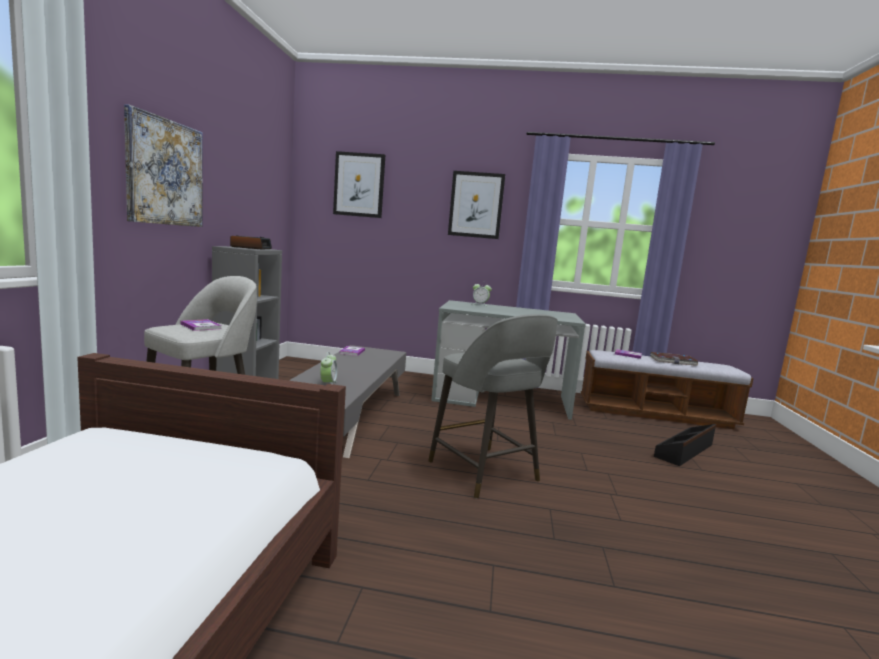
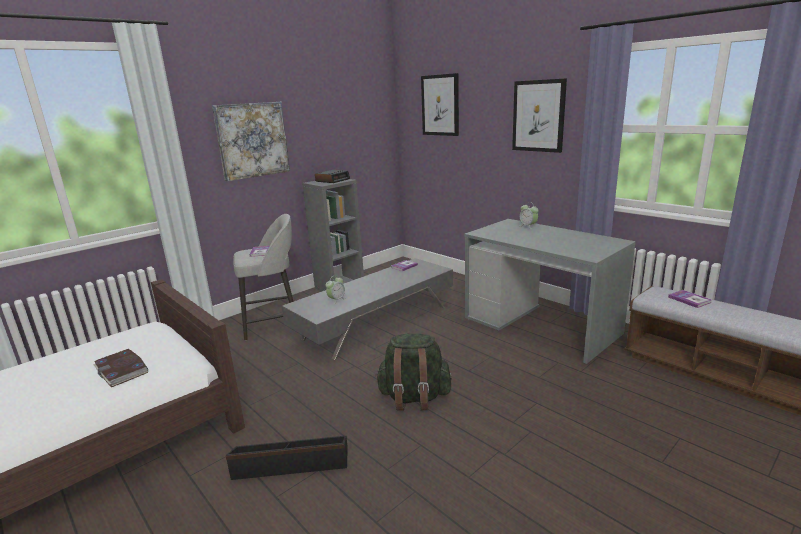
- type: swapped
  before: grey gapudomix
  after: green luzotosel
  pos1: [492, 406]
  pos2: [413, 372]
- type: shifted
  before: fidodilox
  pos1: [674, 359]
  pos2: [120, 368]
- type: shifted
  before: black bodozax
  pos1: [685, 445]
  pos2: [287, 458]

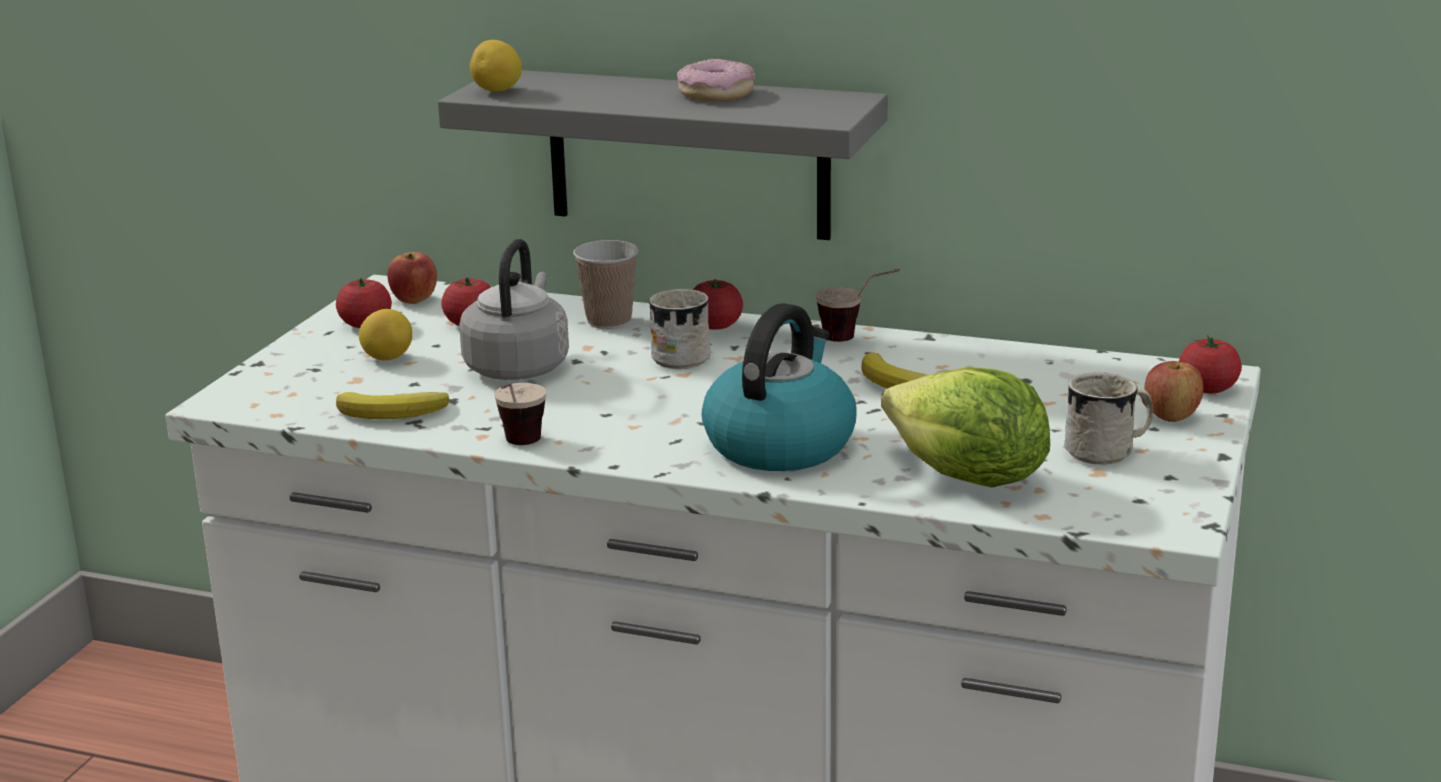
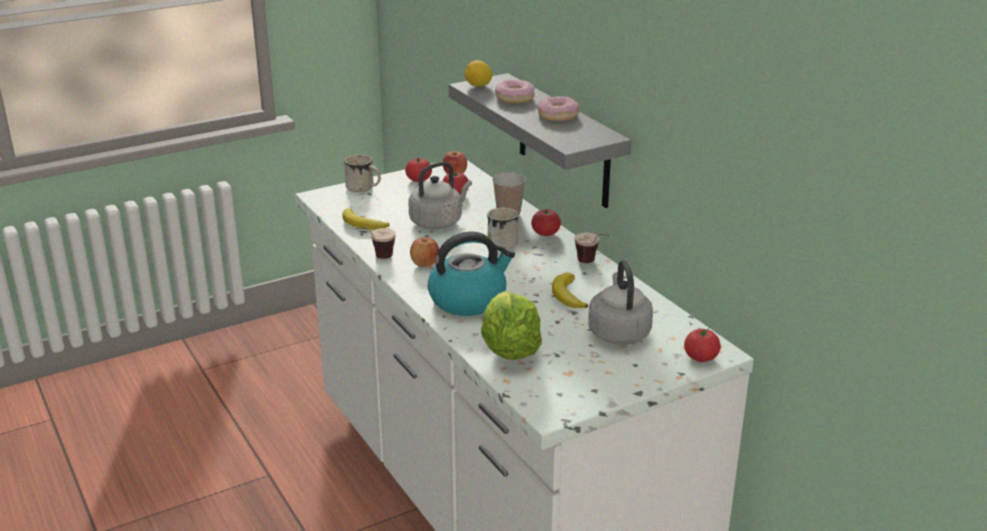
- type: gone
  before: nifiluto
  pos1: [385, 334]
- type: shifted
  before: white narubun
  pos1: [1108, 418]
  pos2: [362, 173]
- type: shifted
  before: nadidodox
  pos1: [1174, 391]
  pos2: [424, 252]
- type: new
  after: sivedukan
  pos2: [515, 91]
- type: new
  after: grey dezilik
  pos2: [620, 302]

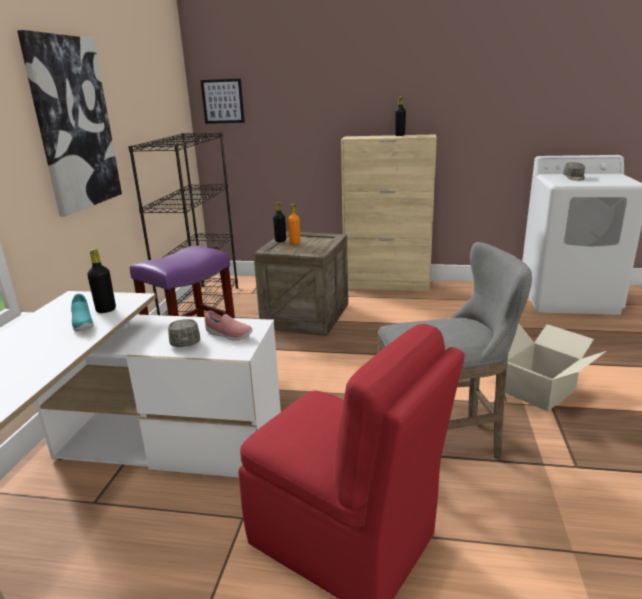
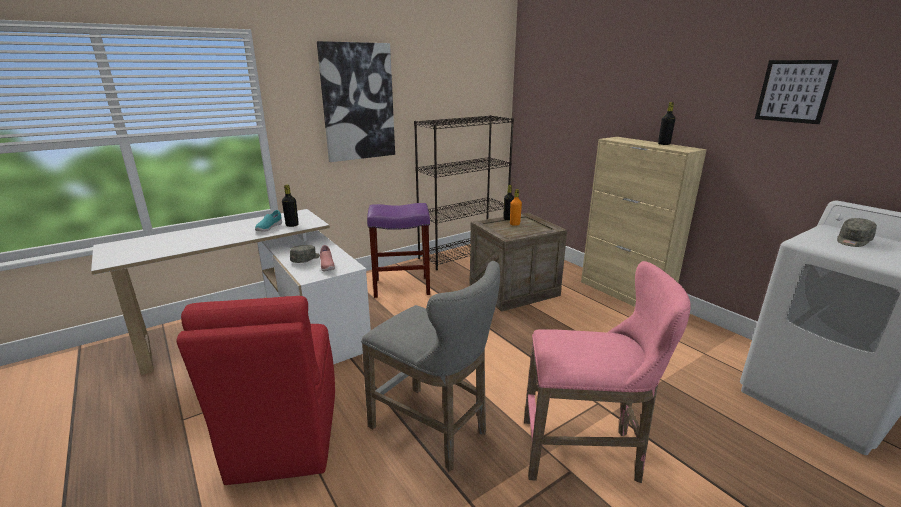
- type: shifted
  before: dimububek
  pos1: [222, 101]
  pos2: [797, 92]
- type: swapped
  before: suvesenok
  after: pink gapudomix
  pos1: [555, 367]
  pos2: [607, 372]

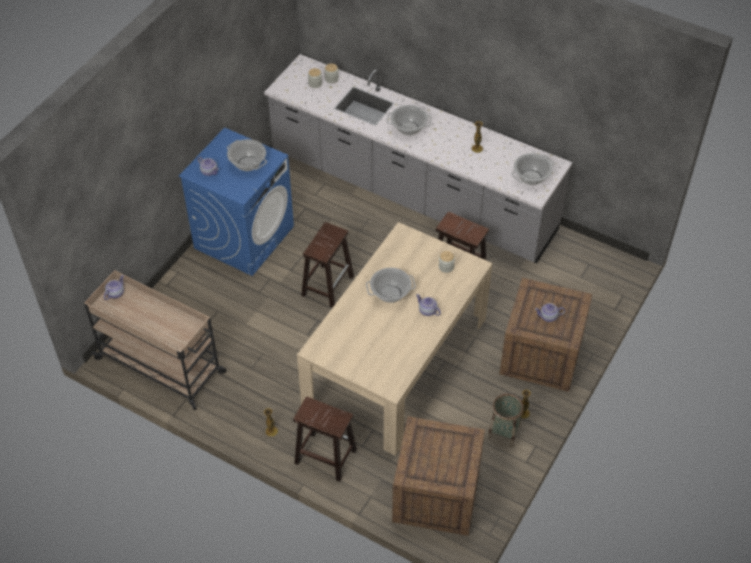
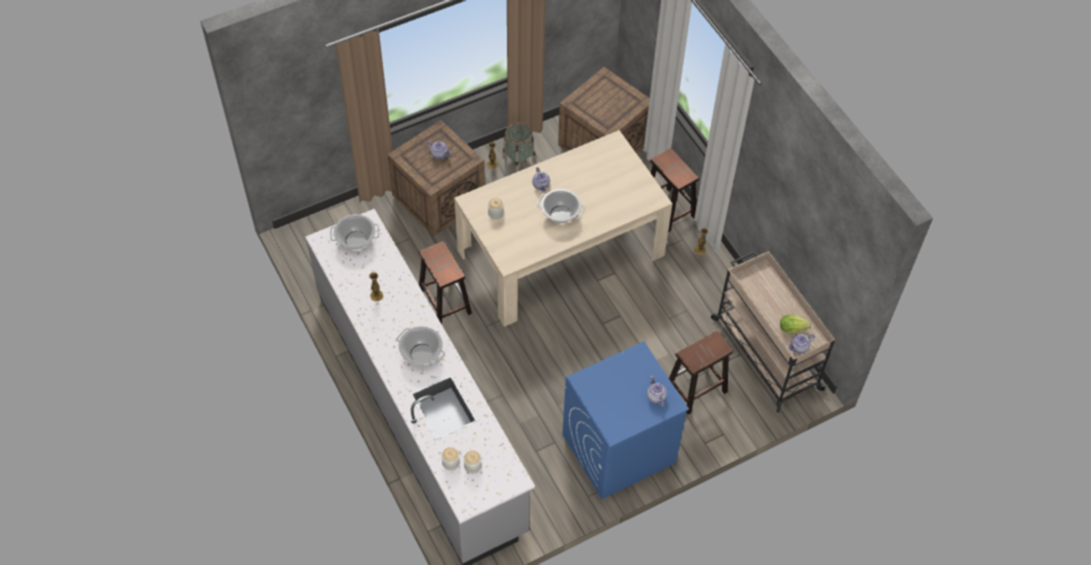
- type: gone
  before: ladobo
  pos1: [247, 155]
- type: shifted
  before: brown gapudomix
  pos1: [328, 265]
  pos2: [701, 373]
- type: new
  after: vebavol
  pos2: [795, 323]

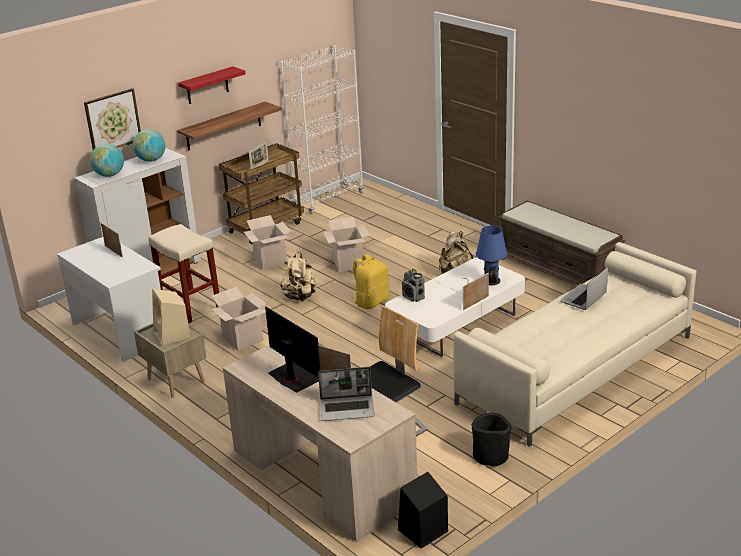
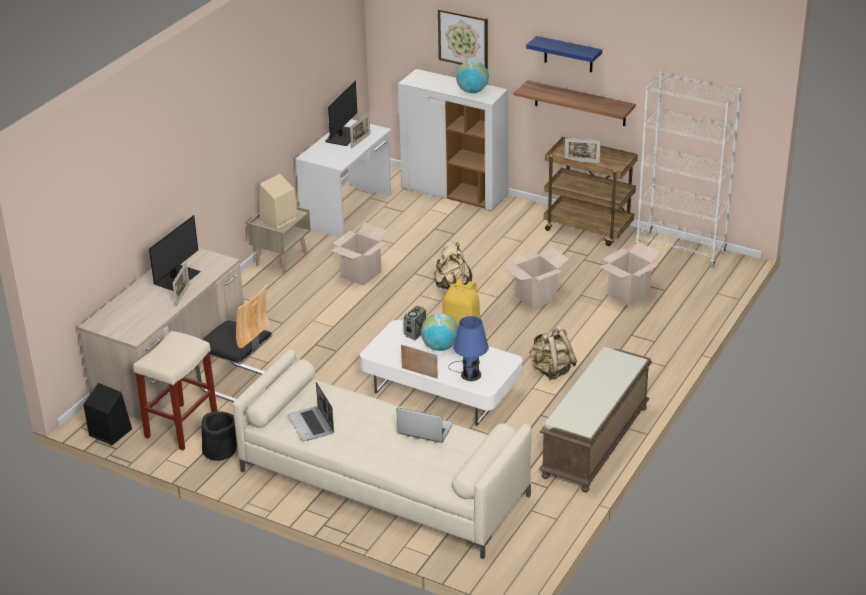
- type: shifted
  before: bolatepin
  pos1: [107, 160]
  pos2: [439, 332]
- type: shifted
  before: beige gapudomix
  pos1: [183, 273]
  pos2: [175, 390]
- type: repainted
  before: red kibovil
  after: blue kibovil
  pos1: [212, 85]
  pos2: [564, 54]
- type: shifted
  before: suvesenok
  pos1: [267, 242]
  pos2: [630, 273]
- type: shifted
  before: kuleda
  pos1: [346, 394]
  pos2: [311, 411]
- type: new
  after: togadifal
  pos2: [341, 113]

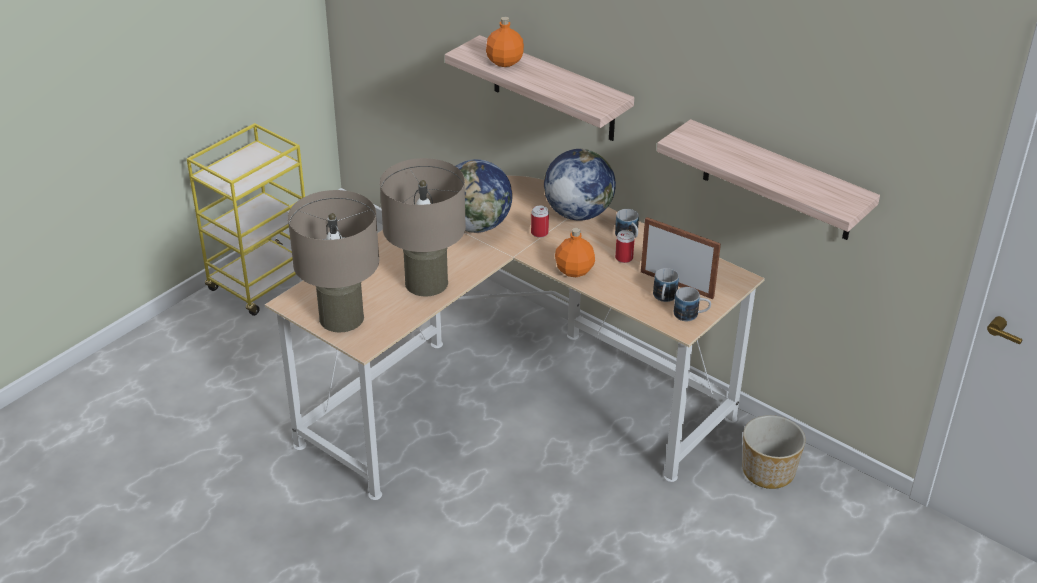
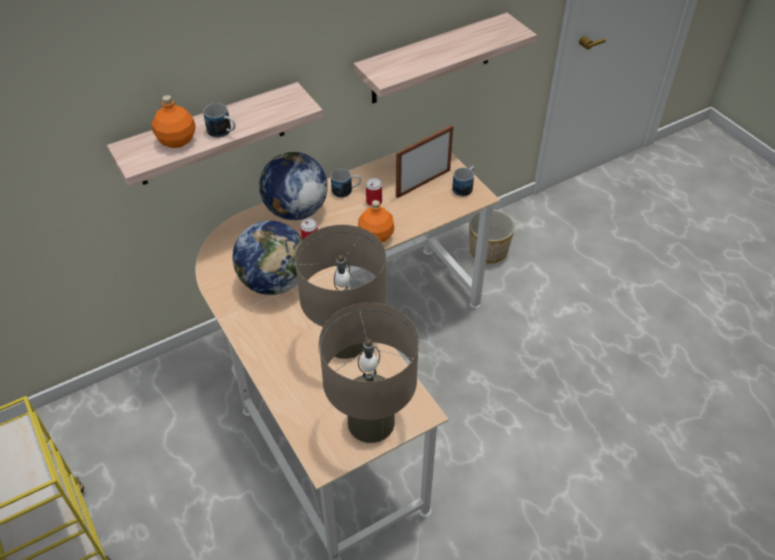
- type: shifted
  before: narubun
  pos1: [666, 285]
  pos2: [219, 120]

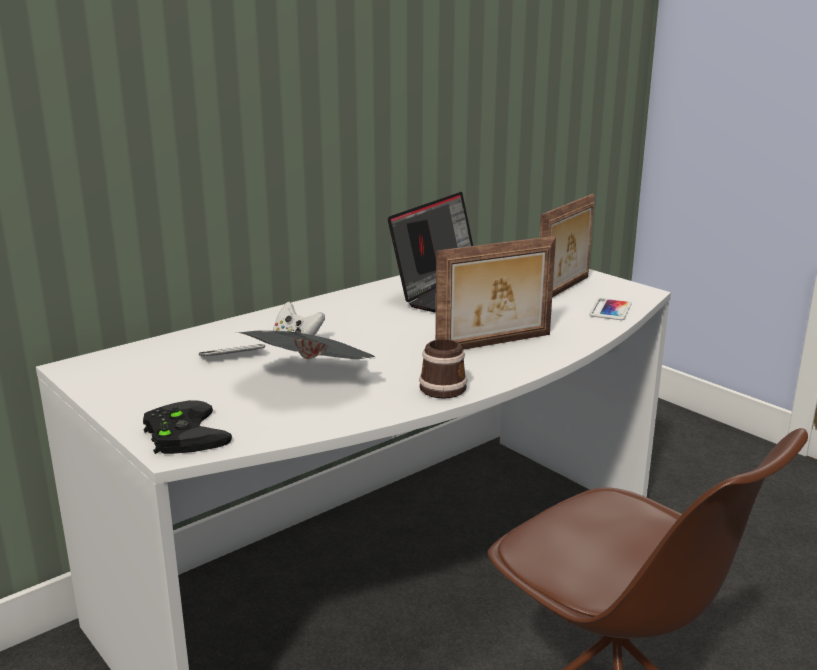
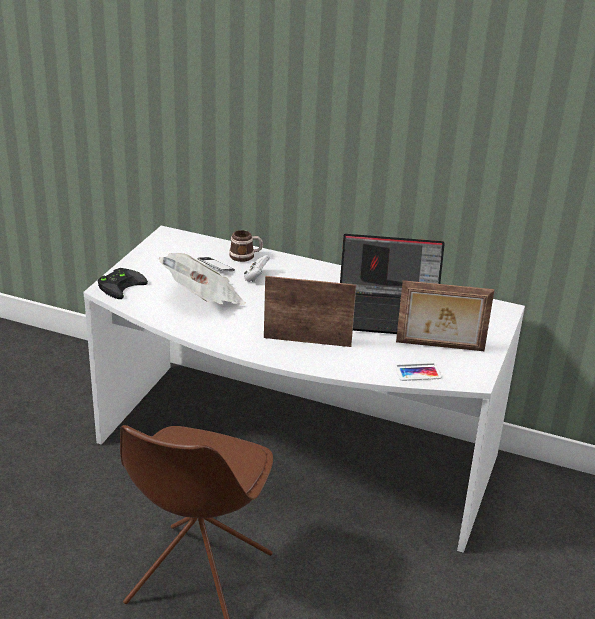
- type: shifted
  before: narubun
  pos1: [443, 369]
  pos2: [246, 246]
- type: rotated
  before: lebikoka
  pos1: [495, 293]
  pos2: [310, 311]
  turn: 150

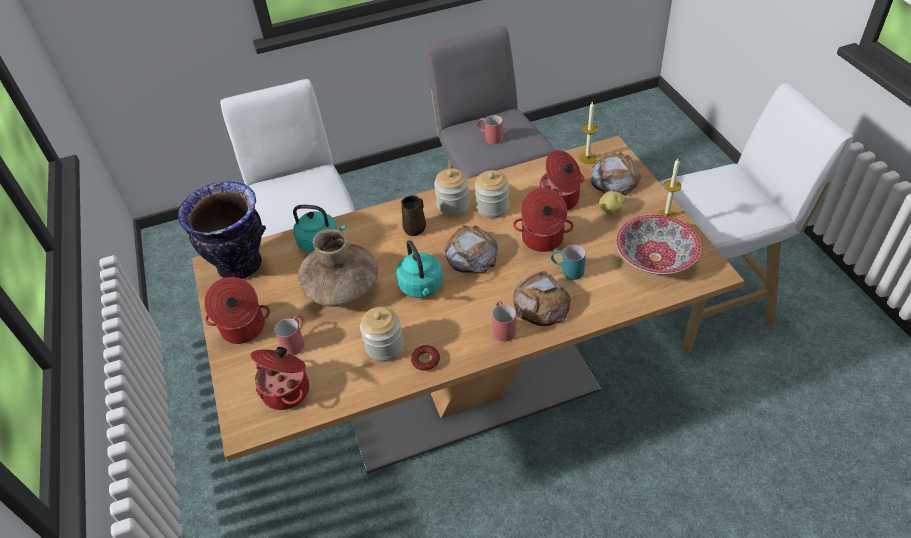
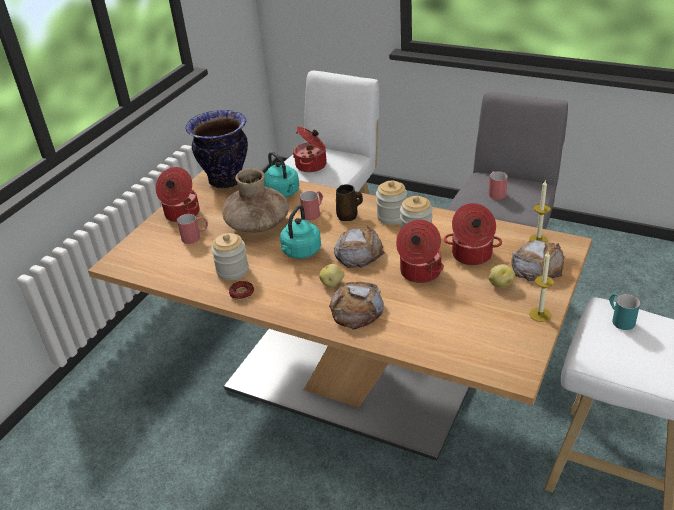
- type: shifted
  before: ladobo
  pos1: [280, 378]
  pos2: [310, 149]
- type: shifted
  before: red narubun
  pos1: [504, 321]
  pos2: [311, 205]
- type: shifted
  before: turquoise narubun
  pos1: [568, 262]
  pos2: [624, 311]
- type: gone
  before: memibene
  pos1: [658, 244]
- type: new
  after: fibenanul
  pos2: [331, 275]

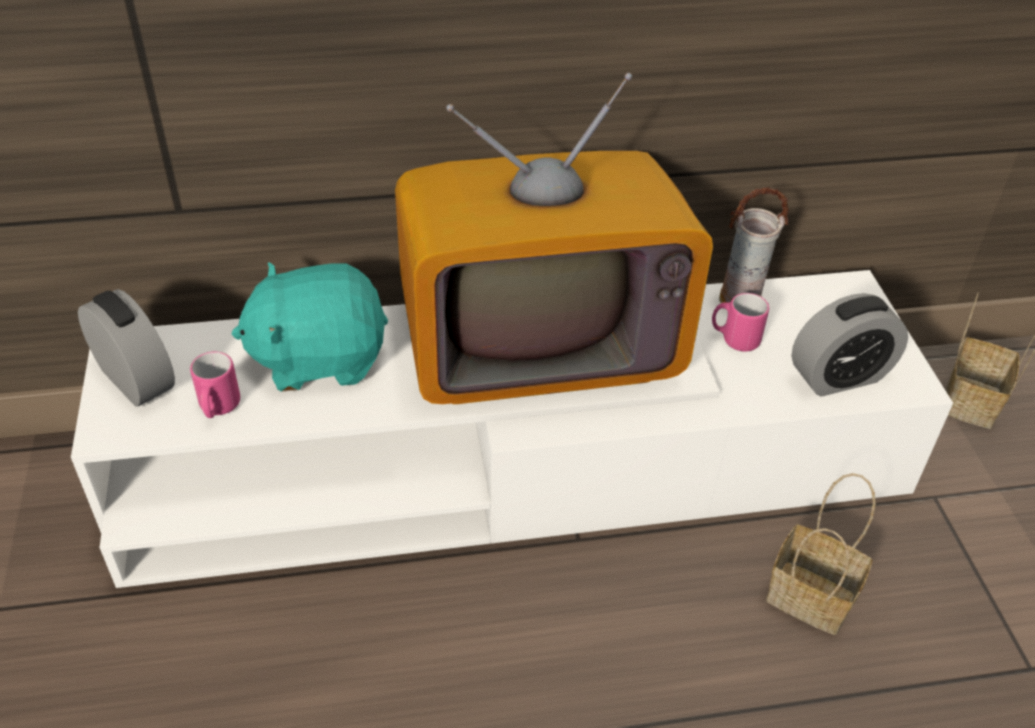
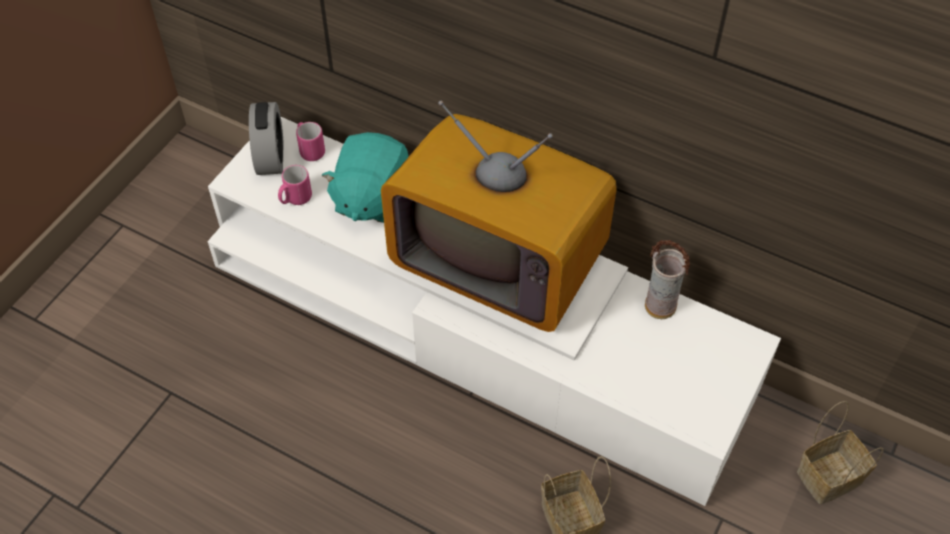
- type: rotated
  before: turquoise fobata
  pos1: [309, 327]
  pos2: [365, 177]
  turn: -105
- type: shifted
  before: pink narubun
  pos1: [740, 322]
  pos2: [310, 141]
- type: gone
  before: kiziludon
  pos1: [849, 345]

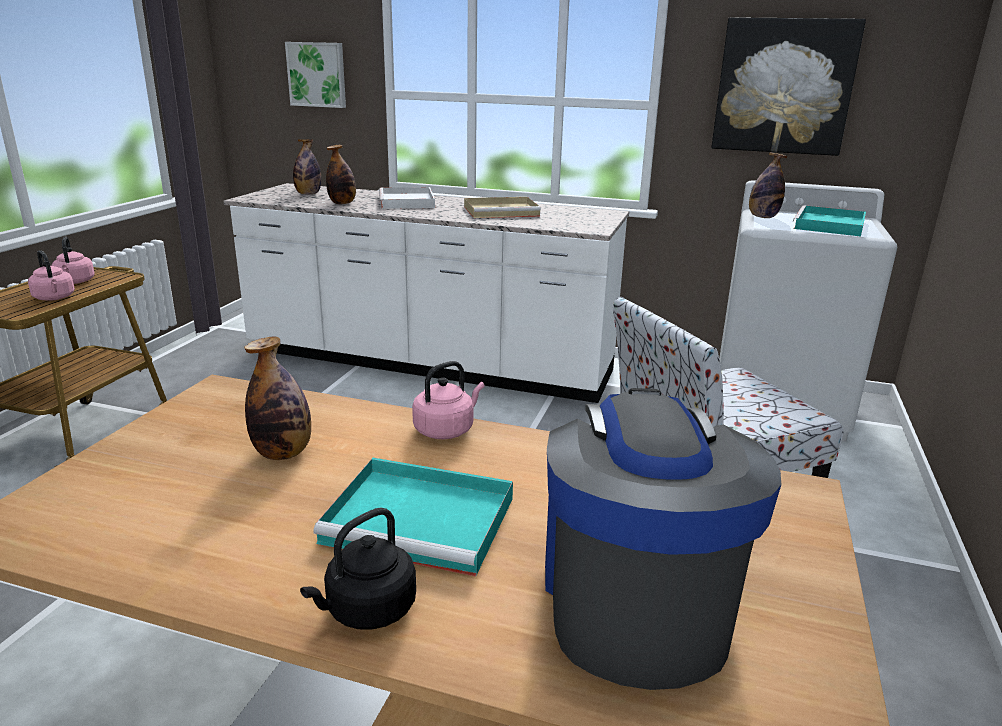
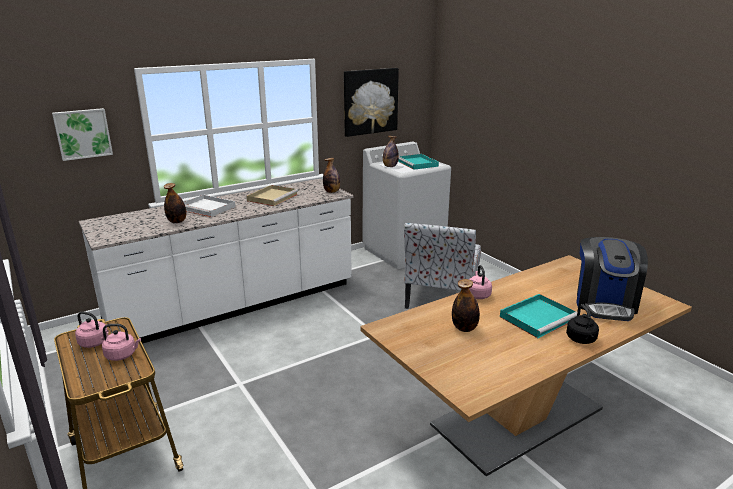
- type: shifted
  before: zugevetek
  pos1: [307, 167]
  pos2: [331, 175]
- type: rotated
  before: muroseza
  pos1: [663, 539]
  pos2: [612, 279]
  turn: -120

